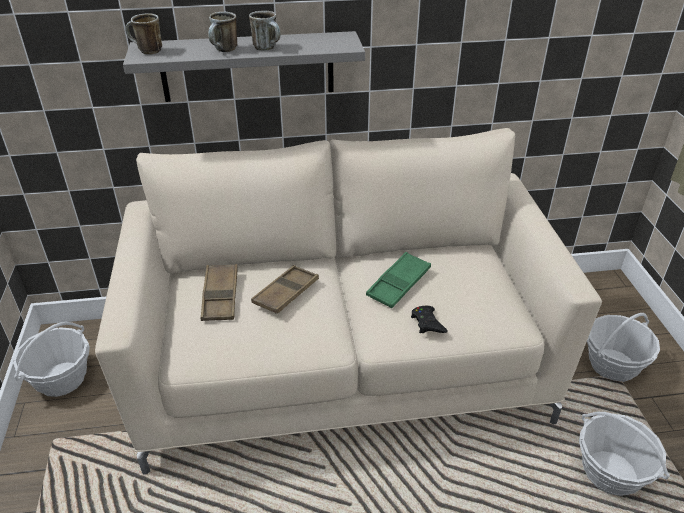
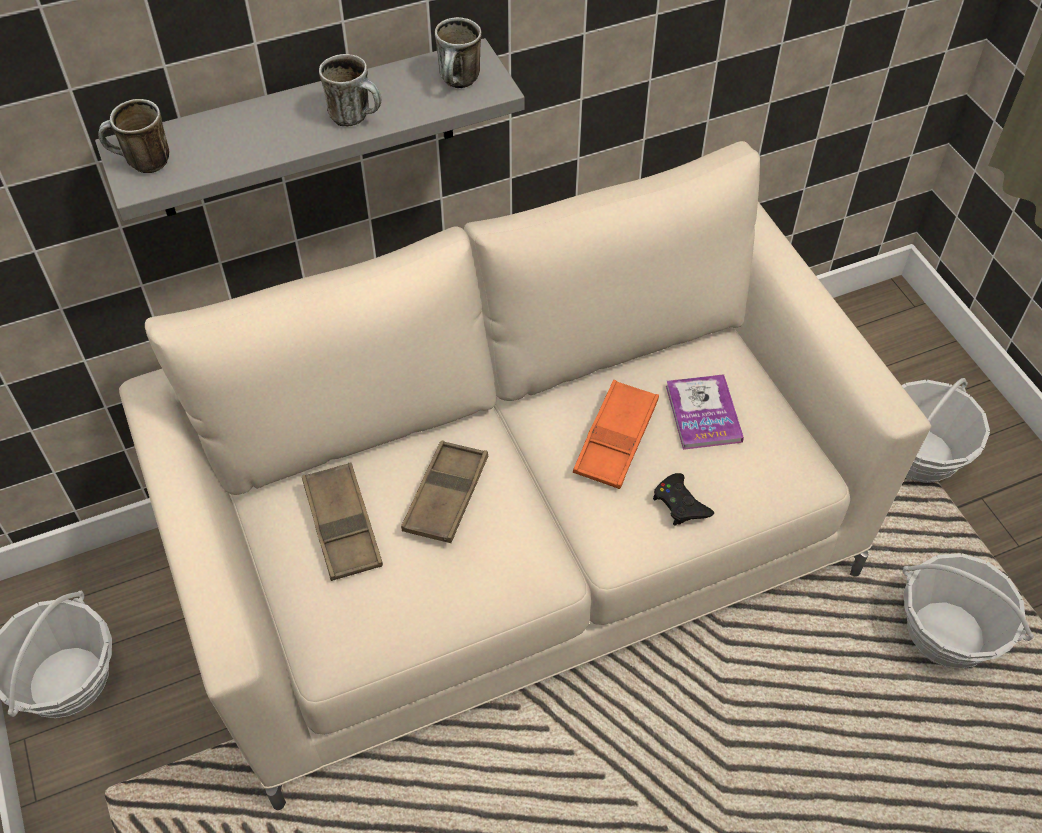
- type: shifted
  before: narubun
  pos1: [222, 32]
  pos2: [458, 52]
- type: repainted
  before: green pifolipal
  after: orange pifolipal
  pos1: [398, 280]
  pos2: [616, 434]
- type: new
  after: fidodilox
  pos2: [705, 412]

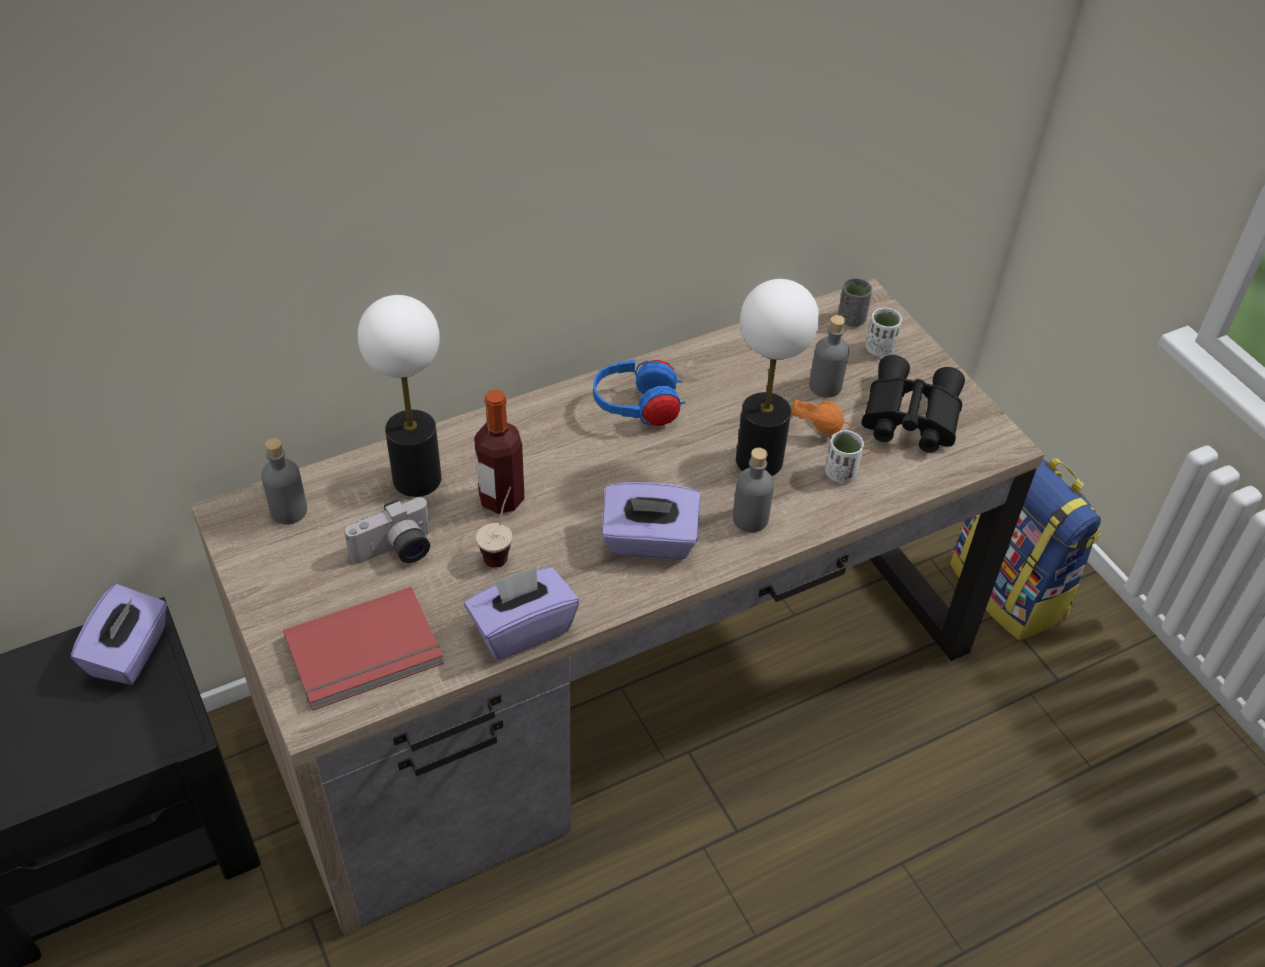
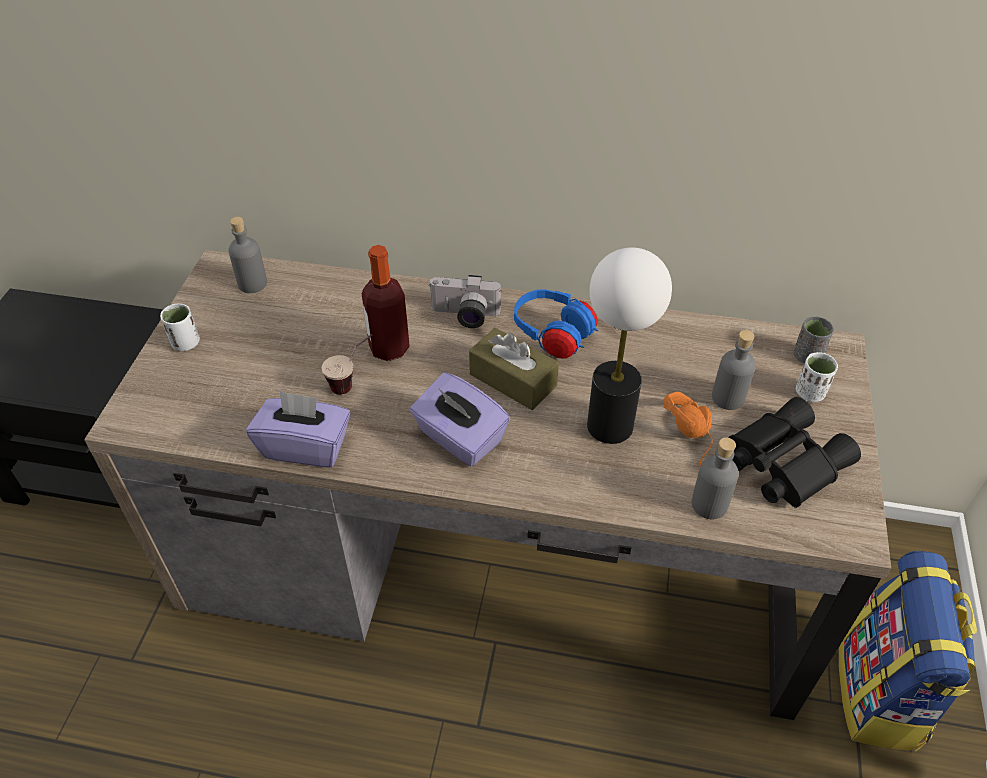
- type: gone
  before: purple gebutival
  pos1: [119, 634]
- type: gone
  before: red fidodilox
  pos1: [363, 649]
- type: shifted
  before: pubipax
  pos1: [387, 530]
  pos2: [465, 301]
- type: gone
  before: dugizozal
  pos1: [400, 396]
- type: shifted
  before: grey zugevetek
  pos1: [753, 490]
  pos2: [715, 478]
- type: shifted
  before: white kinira
  pos1: [844, 456]
  pos2: [180, 327]
- type: new
  after: brown gebutival
  pos2: [514, 369]

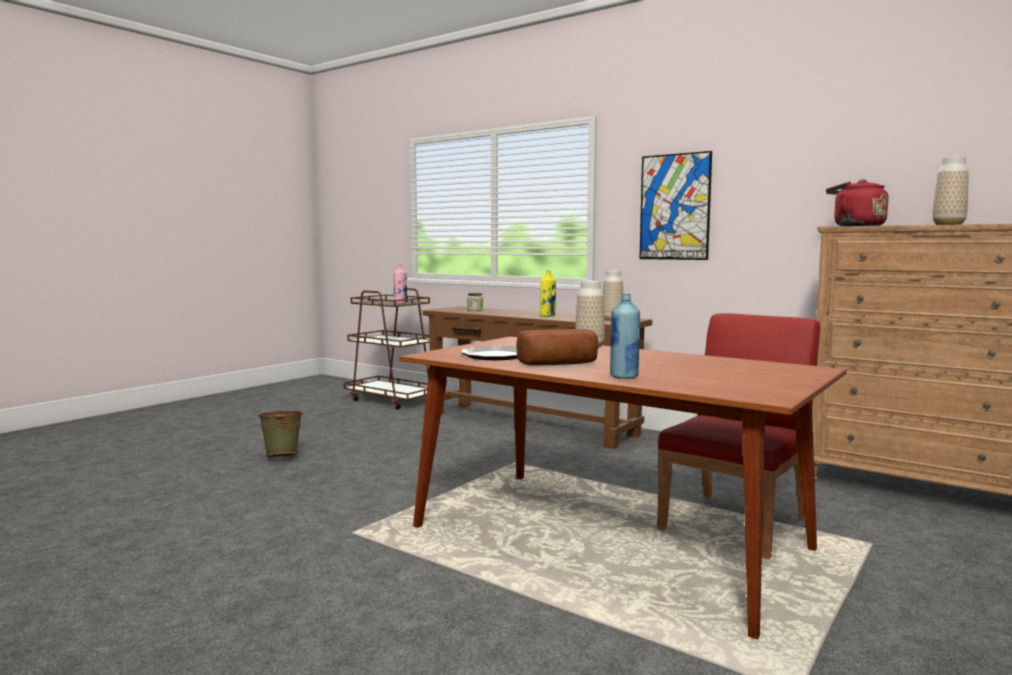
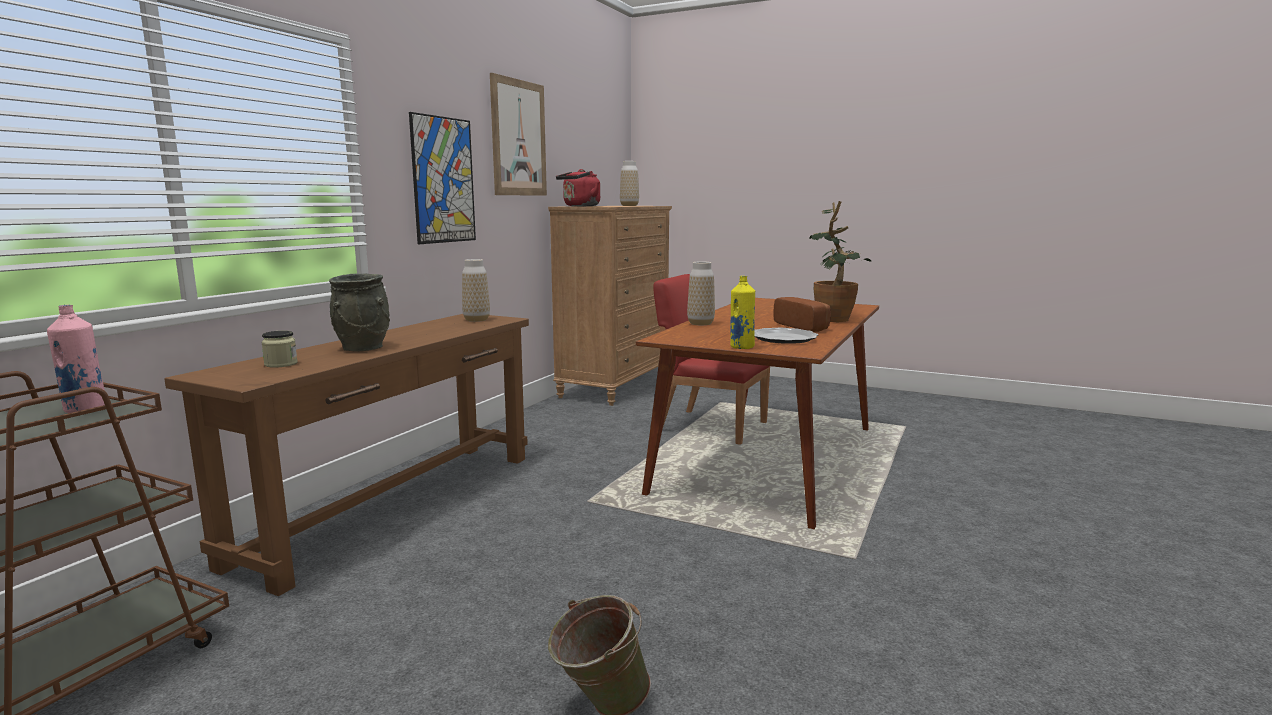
- type: shifted
  before: yellow zugevetek
  pos1: [548, 293]
  pos2: [742, 312]
- type: swapped
  before: blue zugevetek
  after: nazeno
  pos1: [625, 336]
  pos2: [840, 261]
- type: new
  after: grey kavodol
  pos2: [359, 312]
- type: new
  after: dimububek
  pos2: [518, 134]

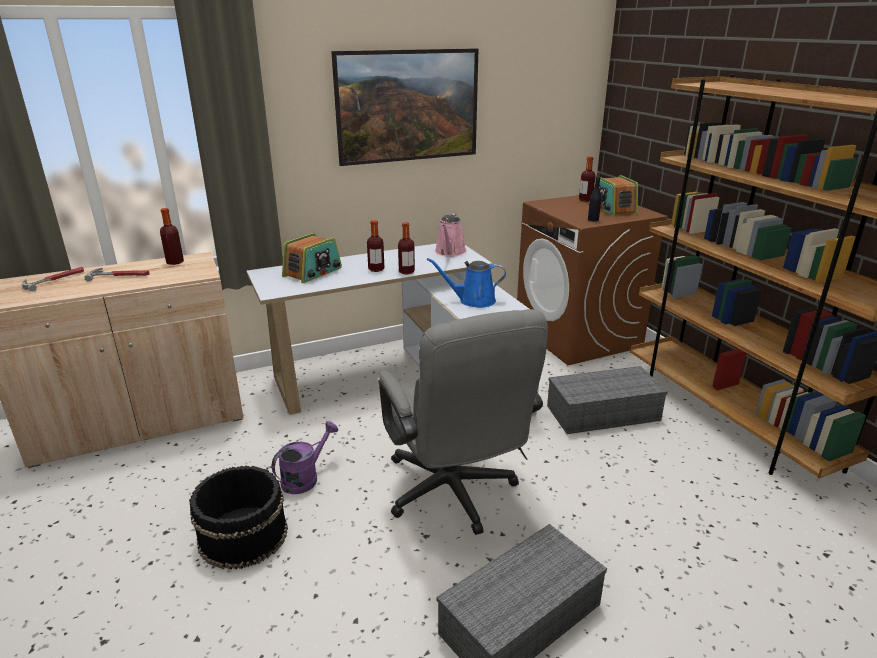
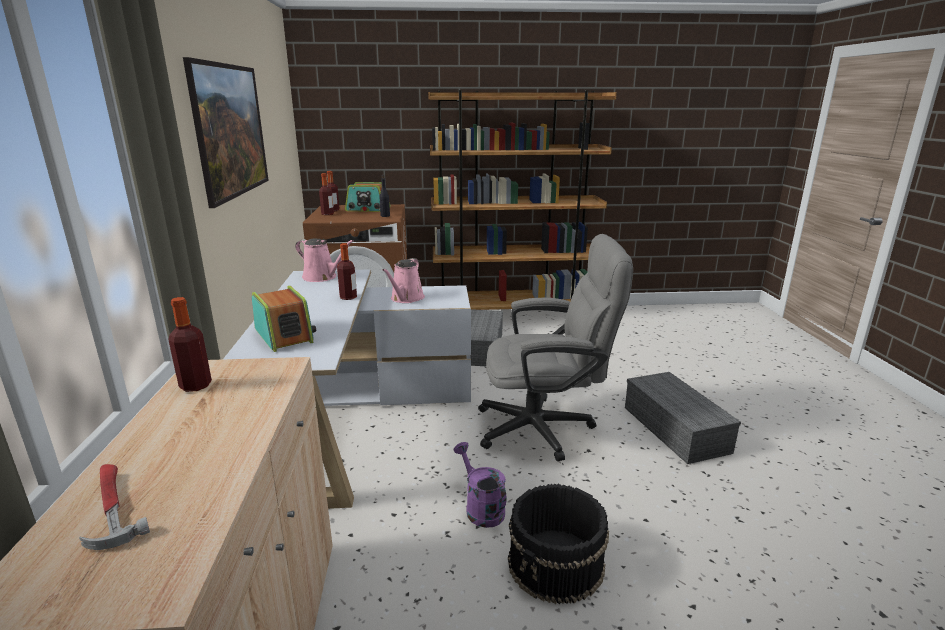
- type: gone
  before: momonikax
  pos1: [117, 274]
- type: shifted
  before: zugevetek
  pos1: [375, 246]
  pos2: [326, 194]
- type: repainted
  before: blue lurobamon
  after: pink lurobamon
  pos1: [466, 283]
  pos2: [403, 280]

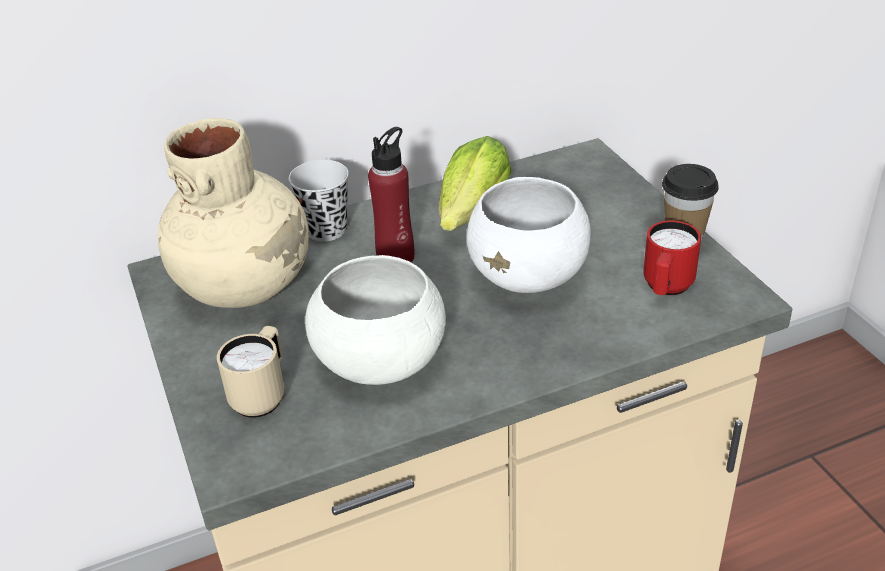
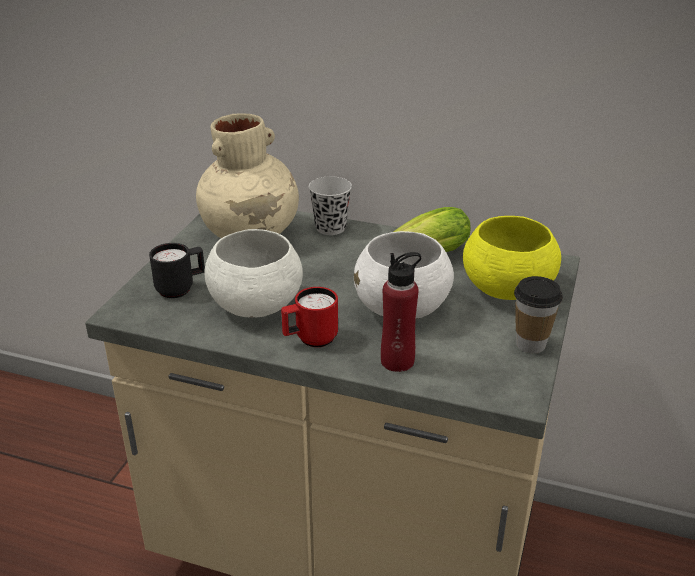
- type: repainted
  before: beige narubun
  after: black narubun
  pos1: [250, 372]
  pos2: [177, 270]
- type: shifted
  before: red zugevetek
  pos1: [391, 194]
  pos2: [401, 312]
- type: shifted
  before: red narubun
  pos1: [672, 257]
  pos2: [309, 317]
- type: new
  after: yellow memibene
  pos2: [512, 258]

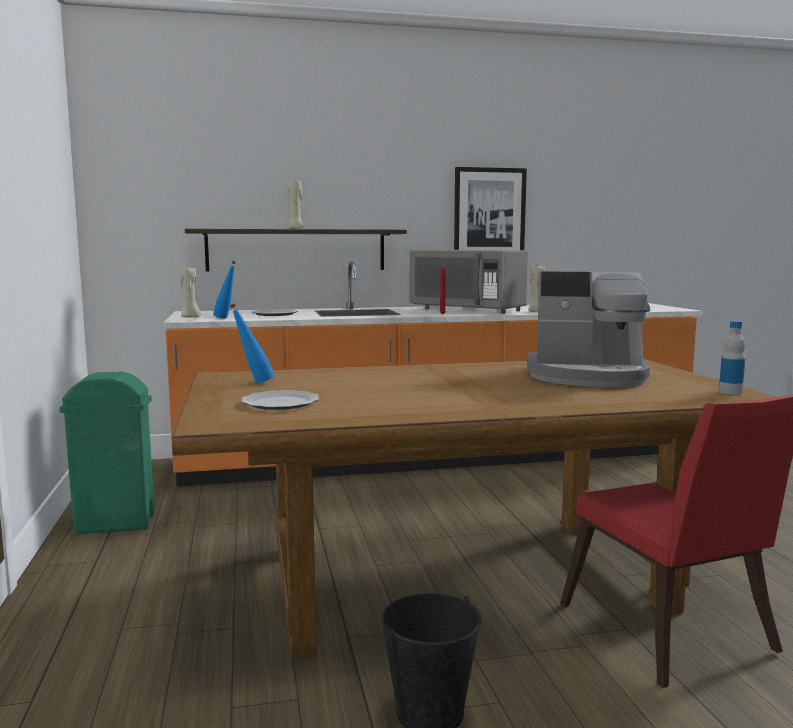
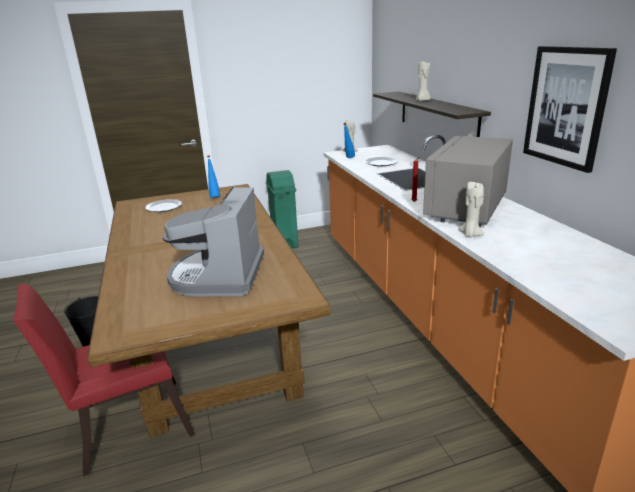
- type: gone
  before: zugevetek
  pos1: [732, 358]

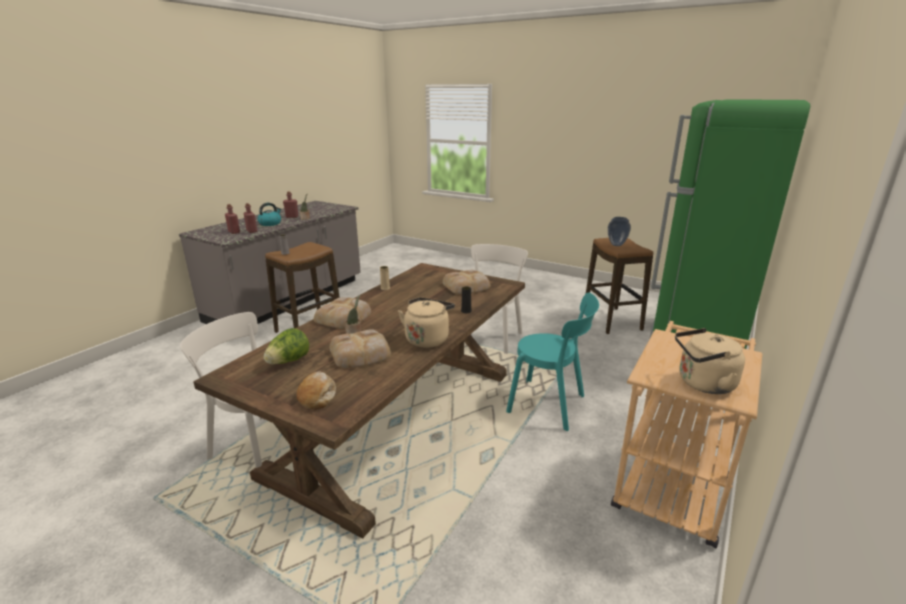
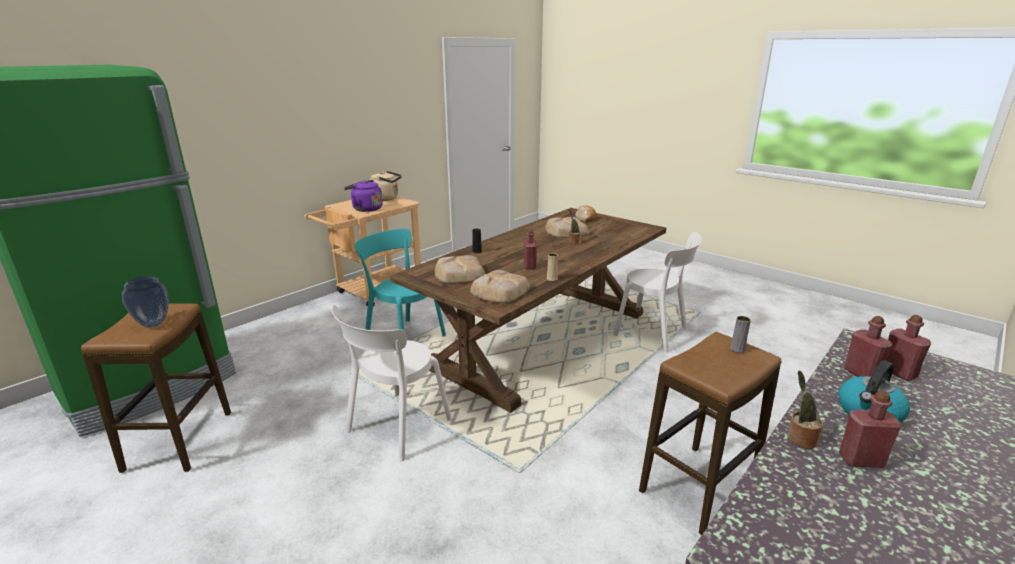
- type: gone
  before: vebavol
  pos1: [286, 346]
- type: shifted
  before: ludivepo
  pos1: [342, 313]
  pos2: [500, 286]
- type: gone
  before: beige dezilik
  pos1: [426, 322]
- type: new
  after: purple dezilik
  pos2: [363, 196]
- type: new
  after: red zugevetek
  pos2: [530, 249]

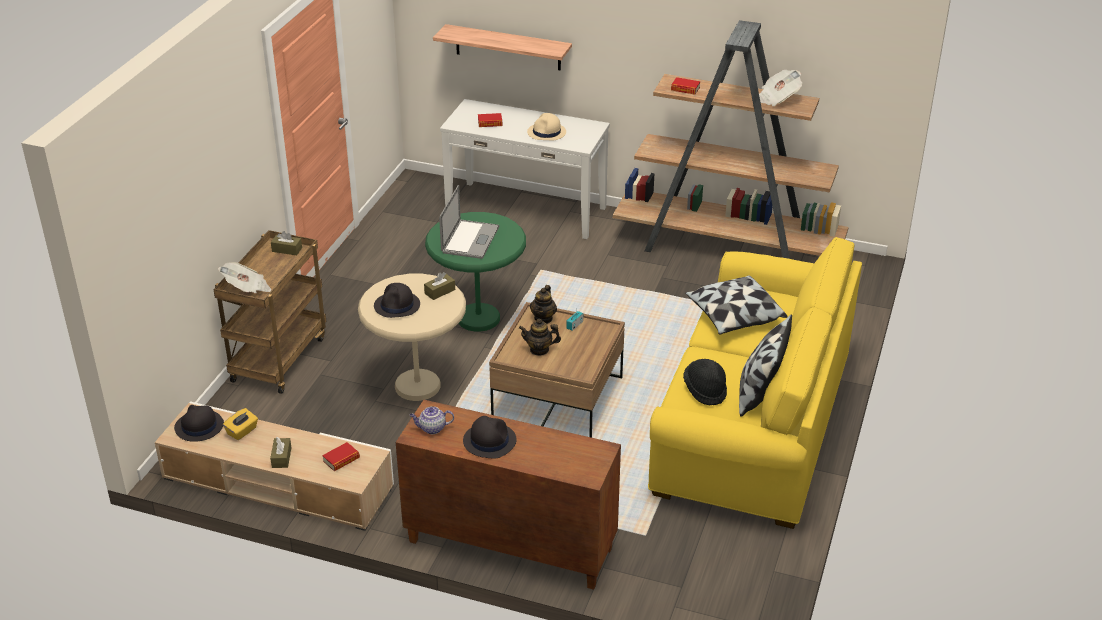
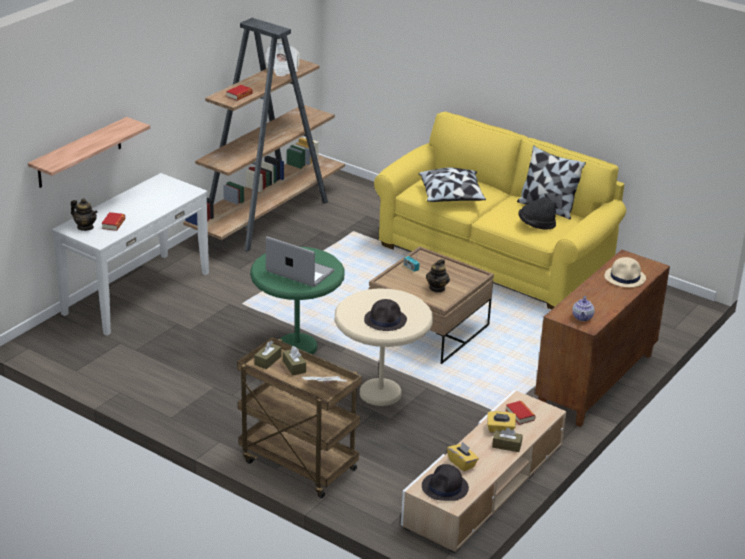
- type: shifted
  before: brown gebutival
  pos1: [439, 286]
  pos2: [294, 361]
- type: gone
  before: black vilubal
  pos1: [490, 437]
- type: shifted
  before: beige vilubal
  pos1: [546, 126]
  pos2: [625, 272]
- type: shifted
  before: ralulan
  pos1: [543, 304]
  pos2: [84, 214]
- type: new
  after: yellow gebutival
  pos2: [501, 422]

